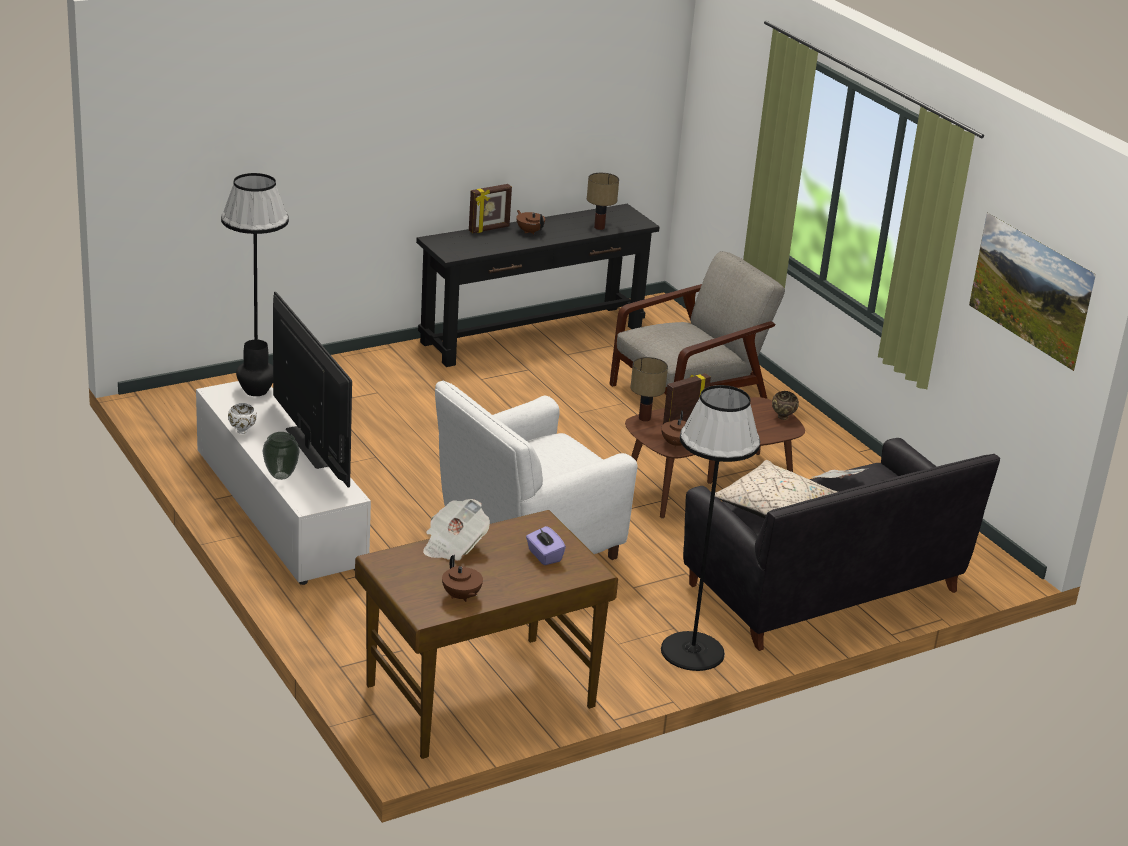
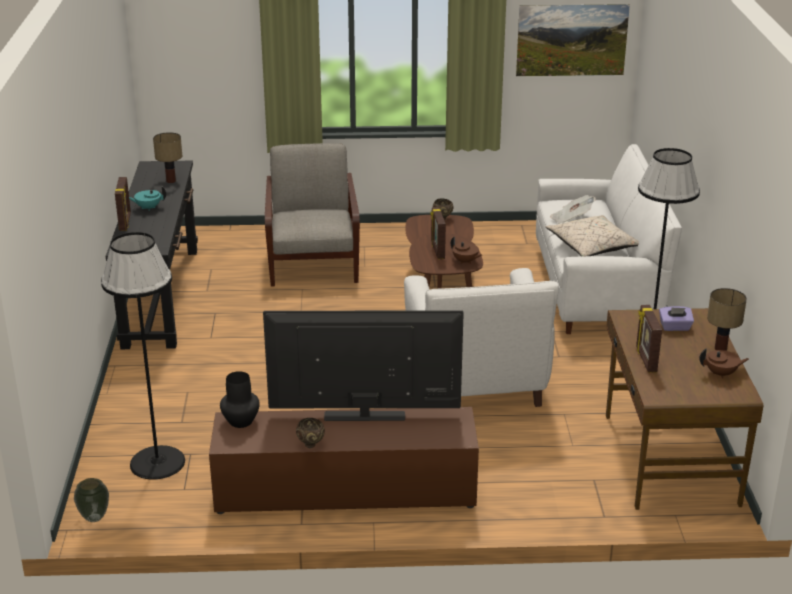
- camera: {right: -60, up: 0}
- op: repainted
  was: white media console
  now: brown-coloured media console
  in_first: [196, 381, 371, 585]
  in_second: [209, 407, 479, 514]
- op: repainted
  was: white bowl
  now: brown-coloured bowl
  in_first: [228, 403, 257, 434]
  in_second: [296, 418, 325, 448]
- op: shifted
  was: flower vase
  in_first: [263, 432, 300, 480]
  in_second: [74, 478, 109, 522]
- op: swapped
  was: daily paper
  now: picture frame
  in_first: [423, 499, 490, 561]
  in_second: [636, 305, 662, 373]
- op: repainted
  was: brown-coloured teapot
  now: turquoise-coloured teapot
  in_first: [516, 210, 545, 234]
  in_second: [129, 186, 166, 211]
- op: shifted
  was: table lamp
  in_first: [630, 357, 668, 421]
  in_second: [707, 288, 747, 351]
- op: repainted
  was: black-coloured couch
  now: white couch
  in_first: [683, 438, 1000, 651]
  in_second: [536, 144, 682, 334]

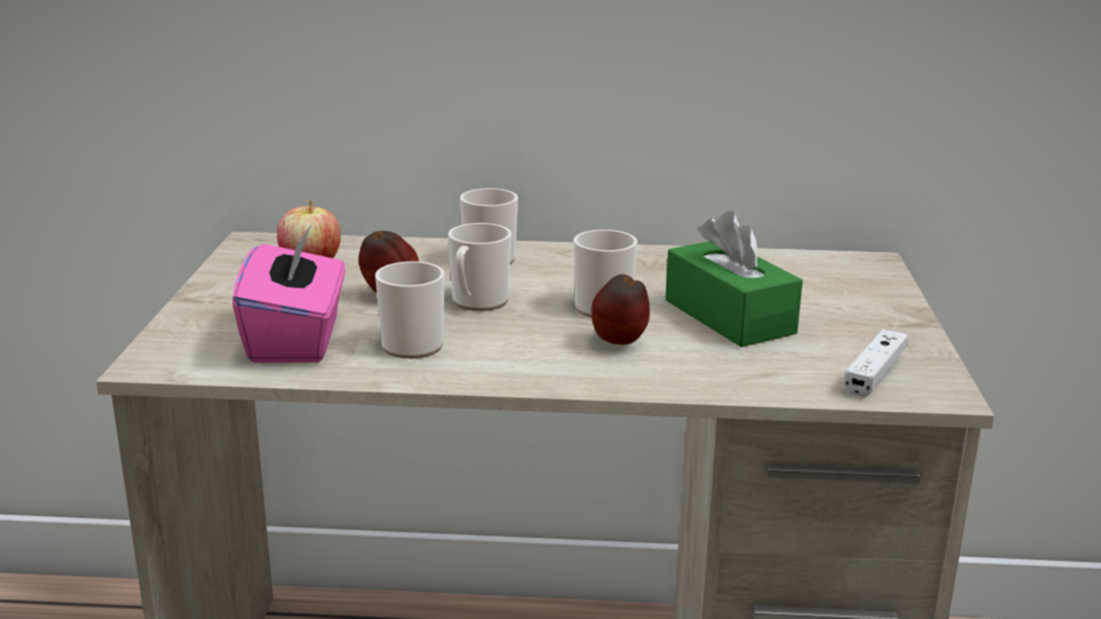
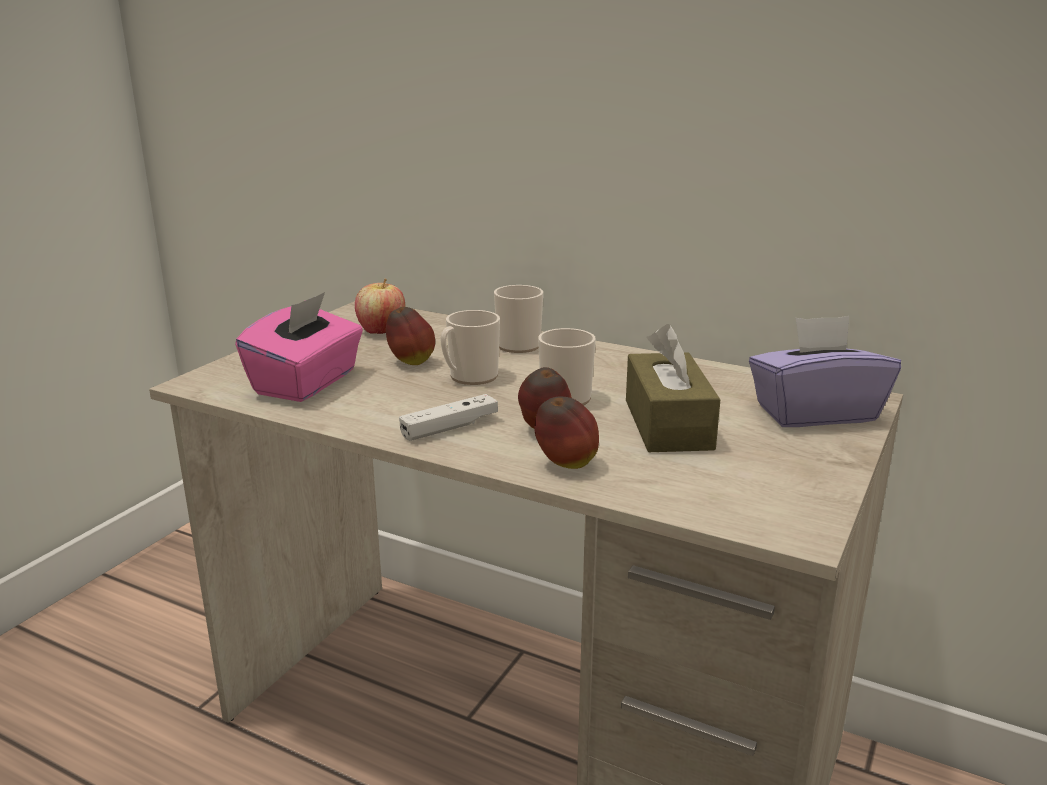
- camera: {right: 25, up: 0}
- op: gone
  was: tea mug
  in_first: [375, 261, 445, 359]
- op: repainted
  was: green tissue holder
  now: brown-coloured tissue holder
  in_first: [665, 211, 803, 347]
  in_second: [626, 324, 721, 452]
- op: shifted
  was: white joypad
  in_first: [844, 329, 908, 397]
  in_second: [399, 394, 498, 441]
- op: new
  now: apple fruit
  in_second: [534, 397, 599, 469]
- op: new
  now: purple tissue holder
  in_second: [749, 316, 901, 427]

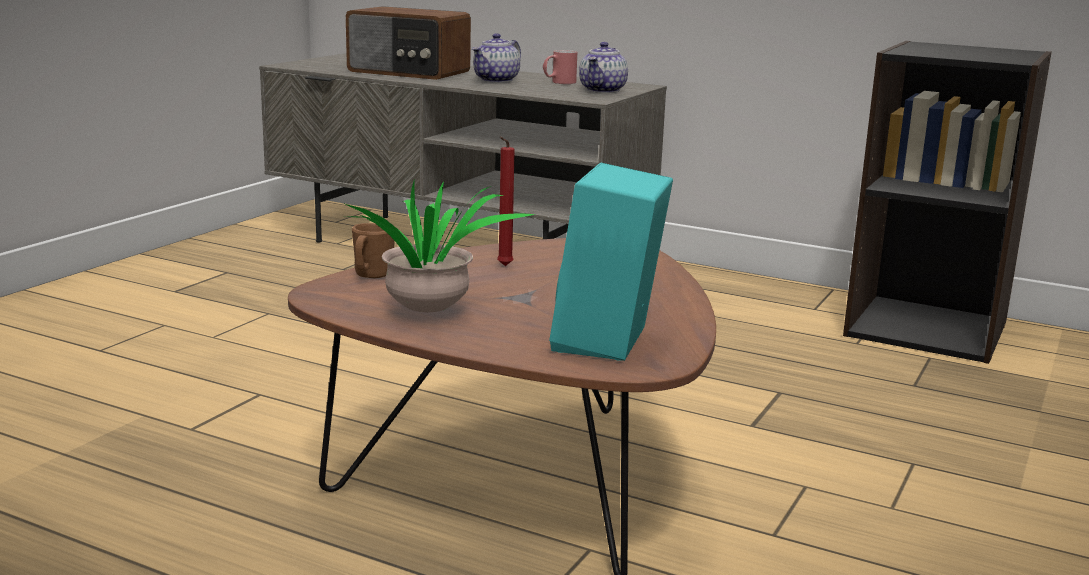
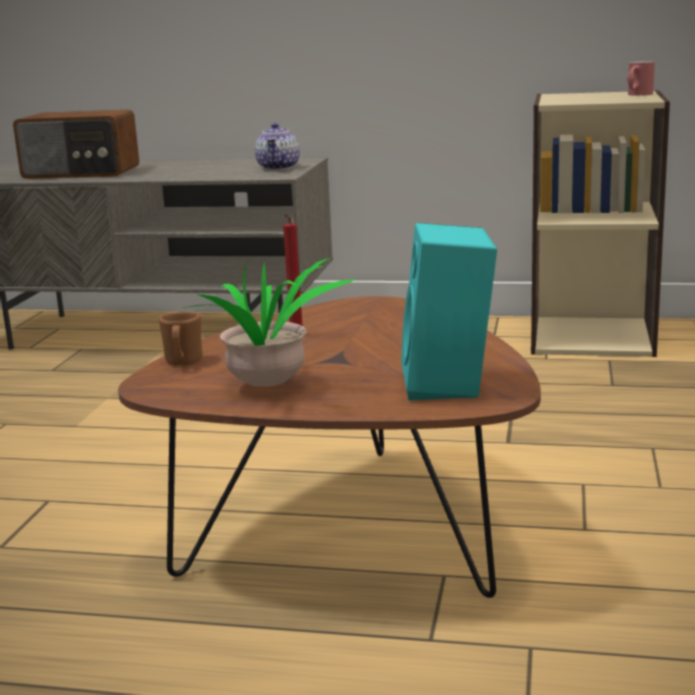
- camera: {right: -15, up: 0}
- op: gone
  was: teapot
  in_first: [472, 33, 521, 83]
- op: shifted
  was: red tea mug
  in_first: [543, 50, 577, 84]
  in_second: [627, 61, 655, 96]
- op: repainted
  was: black-coloured bookshelf
  now: beige-coloured bookshelf
  in_first: [843, 41, 1052, 364]
  in_second: [531, 90, 670, 357]

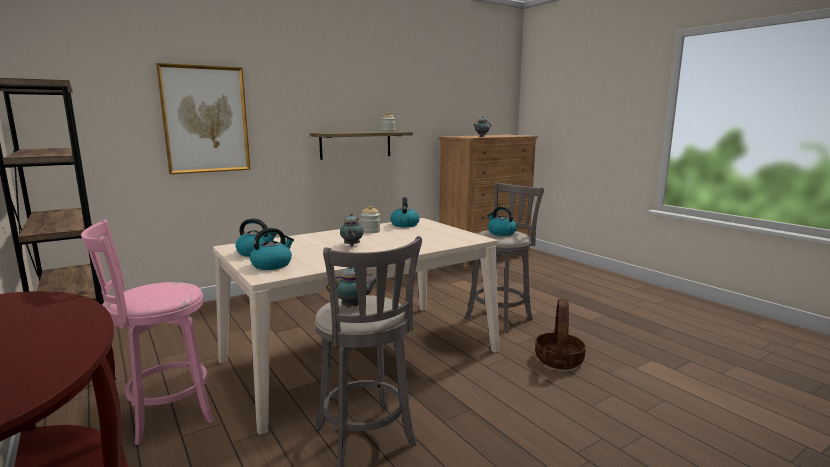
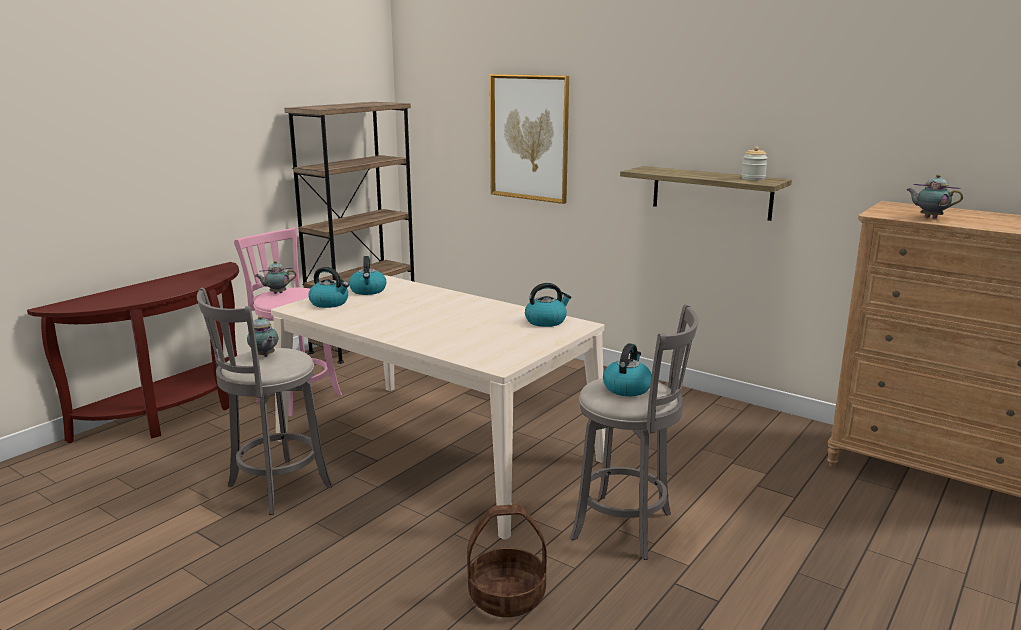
- camera: {right: 70, up: 5}
- op: shifted
  was: teapot
  in_first: [340, 213, 364, 246]
  in_second: [255, 261, 296, 294]
- op: gone
  was: preserve jar
  in_first: [361, 206, 380, 233]

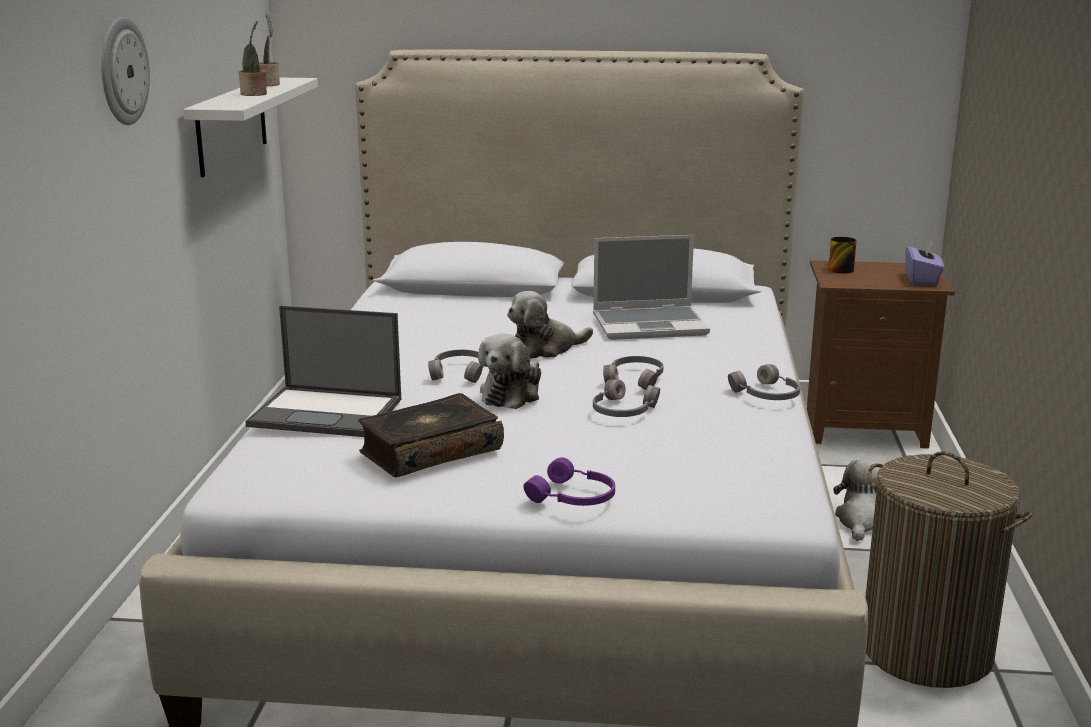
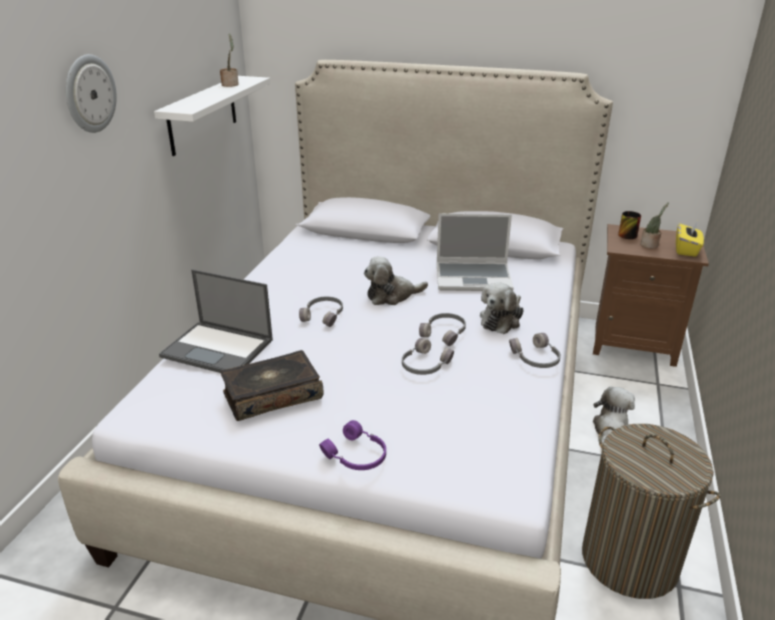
- camera: {right: 10, up: 10}
- op: shifted
  was: potted plant
  in_first: [239, 21, 267, 96]
  in_second: [640, 203, 669, 249]
- op: shifted
  was: soft toy
  in_first: [478, 333, 541, 409]
  in_second: [480, 282, 524, 334]
- op: repainted
  was: purple tissue holder
  now: yellow tissue holder
  in_first: [905, 241, 944, 285]
  in_second: [676, 222, 704, 257]

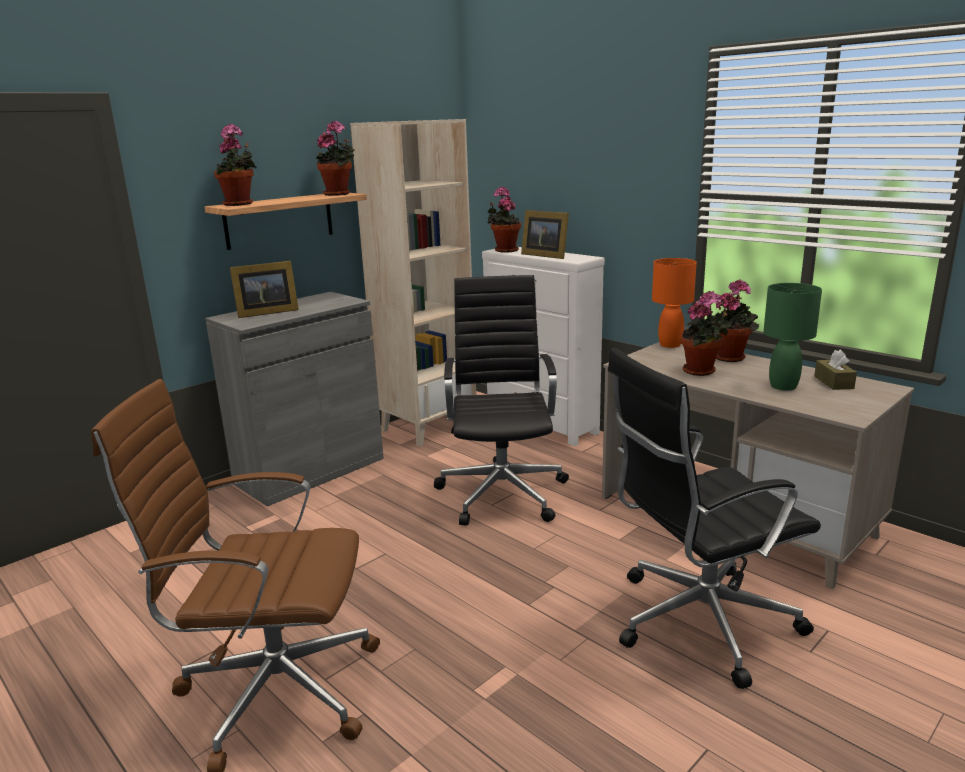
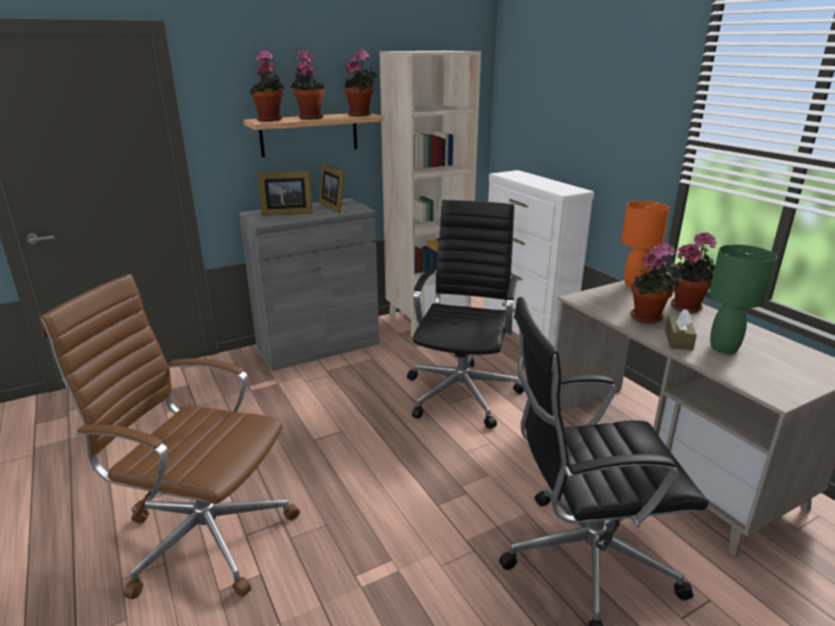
- camera: {right: 15, up: 5}
- op: shifted
  was: potted plant
  in_first: [488, 186, 521, 253]
  in_second: [291, 50, 326, 119]
- op: shifted
  was: picture frame
  in_first: [521, 210, 569, 259]
  in_second: [319, 163, 345, 213]
- op: shifted
  was: brown-coloured tissue holder
  in_first: [815, 350, 857, 390]
  in_second: [665, 309, 697, 351]

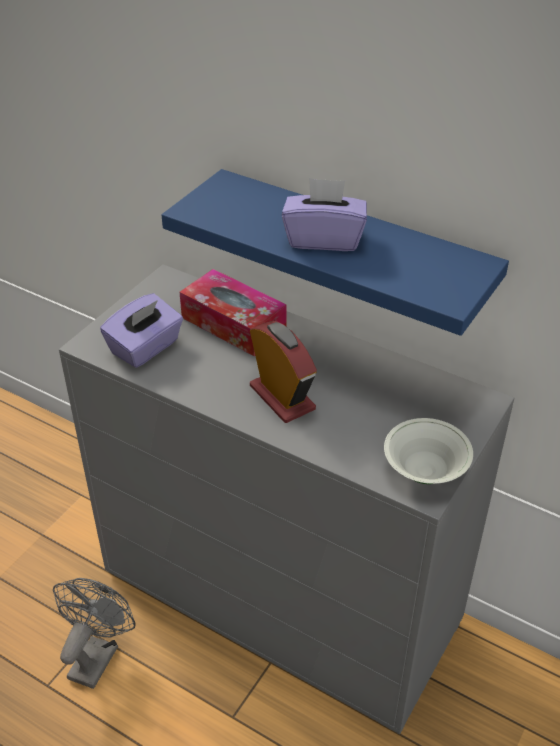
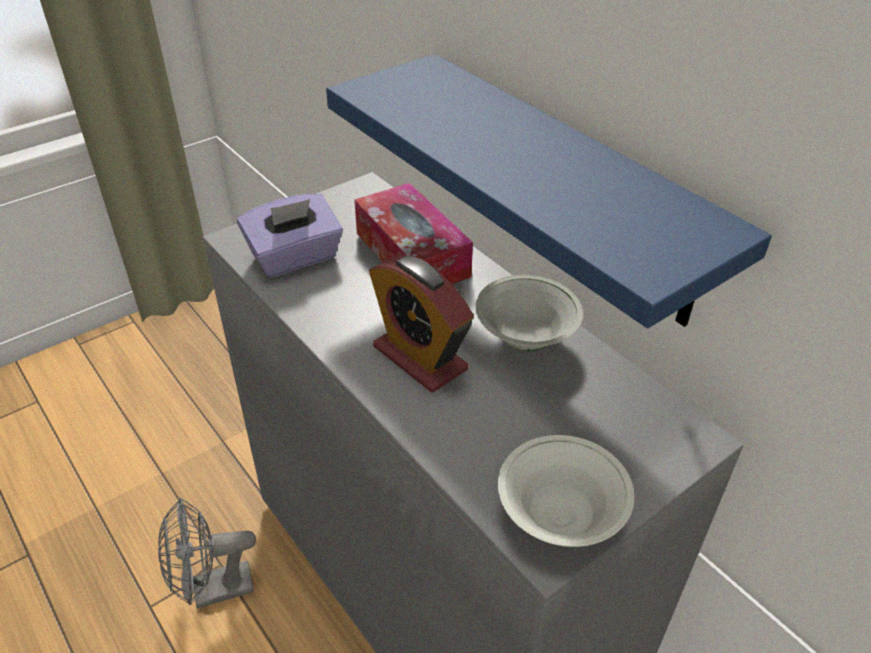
- camera: {right: 20, up: 0}
- op: rotated
  was: grey cooling fan
  in_first: [53, 578, 136, 689]
  in_second: [158, 498, 256, 609]
  clockwise: -150
- op: rotated
  was: table clock
  in_first: [250, 321, 317, 423]
  in_second: [369, 255, 474, 393]
  clockwise: 150
- op: gone
  was: purple tissue holder
  in_first: [282, 178, 367, 251]
- op: new
  now: white bowl
  in_second: [475, 275, 583, 351]

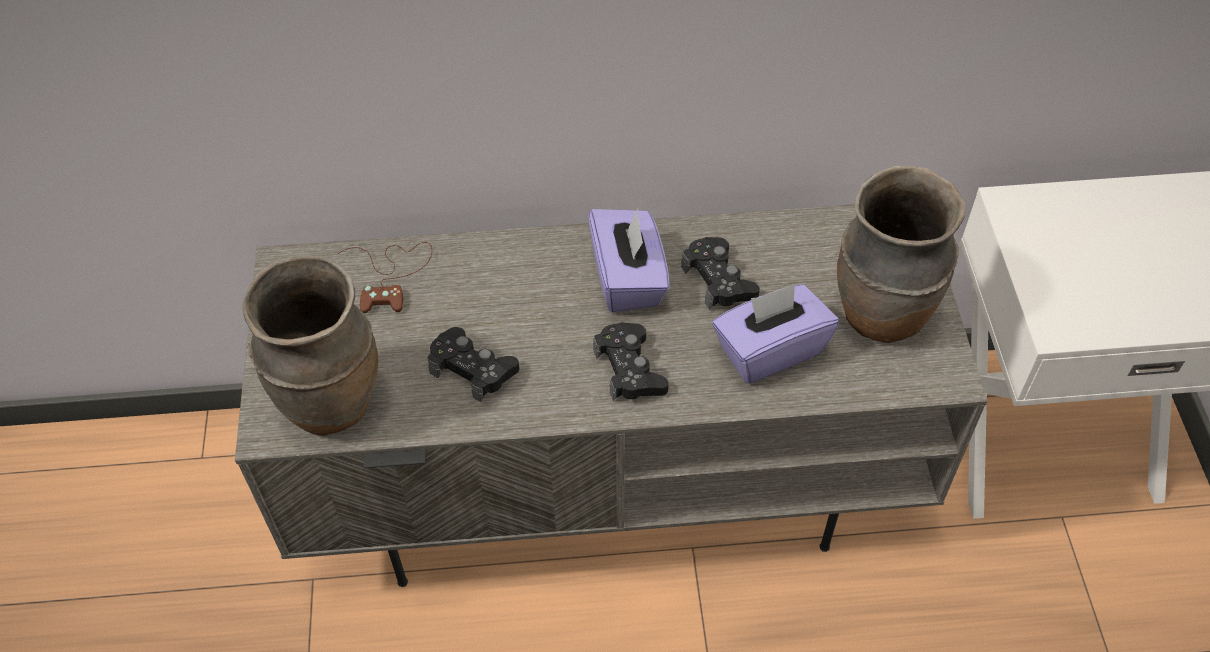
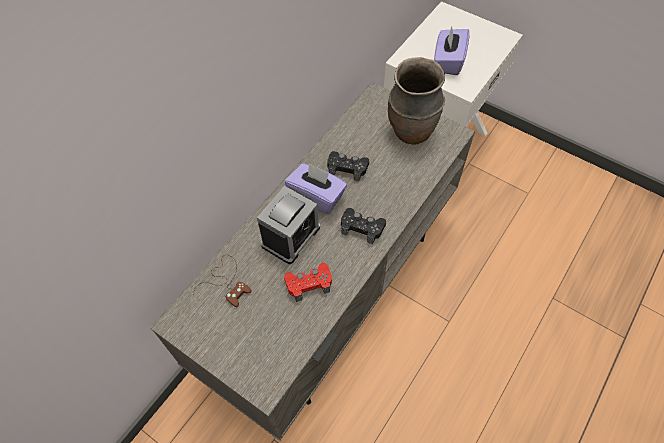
- camera: {right: -50, up: 5}
- op: gone
  was: brown-coloured flower vase
  in_first: [243, 256, 378, 436]
- op: repainted
  was: black-coloured joypad
  now: red joypad
  in_first: [427, 327, 519, 402]
  in_second: [284, 263, 332, 302]
- op: shifted
  was: purple tissue holder
  in_first: [712, 284, 839, 384]
  in_second: [434, 26, 470, 75]
- op: new
  now: table clock
  in_second: [257, 186, 320, 264]

